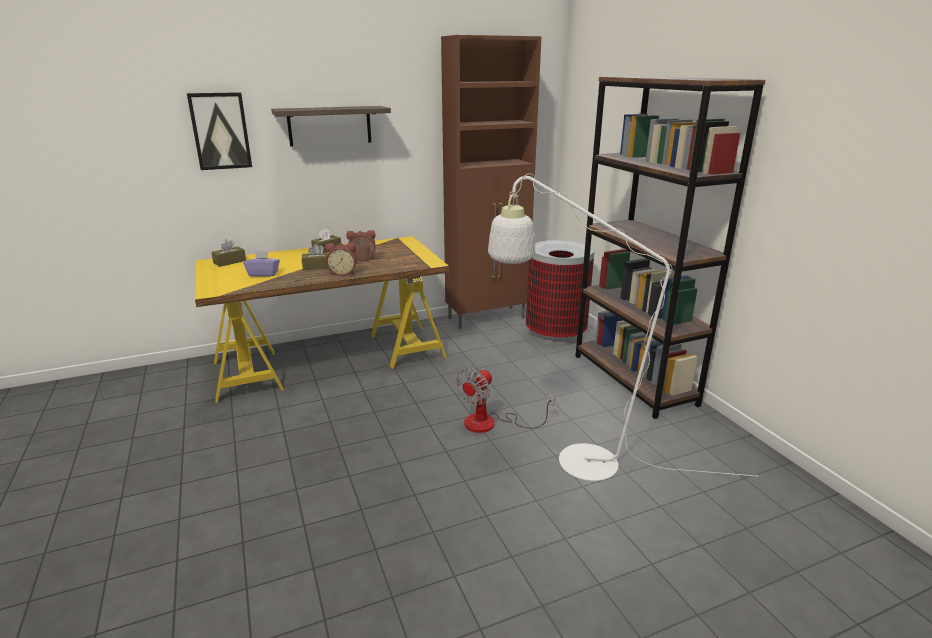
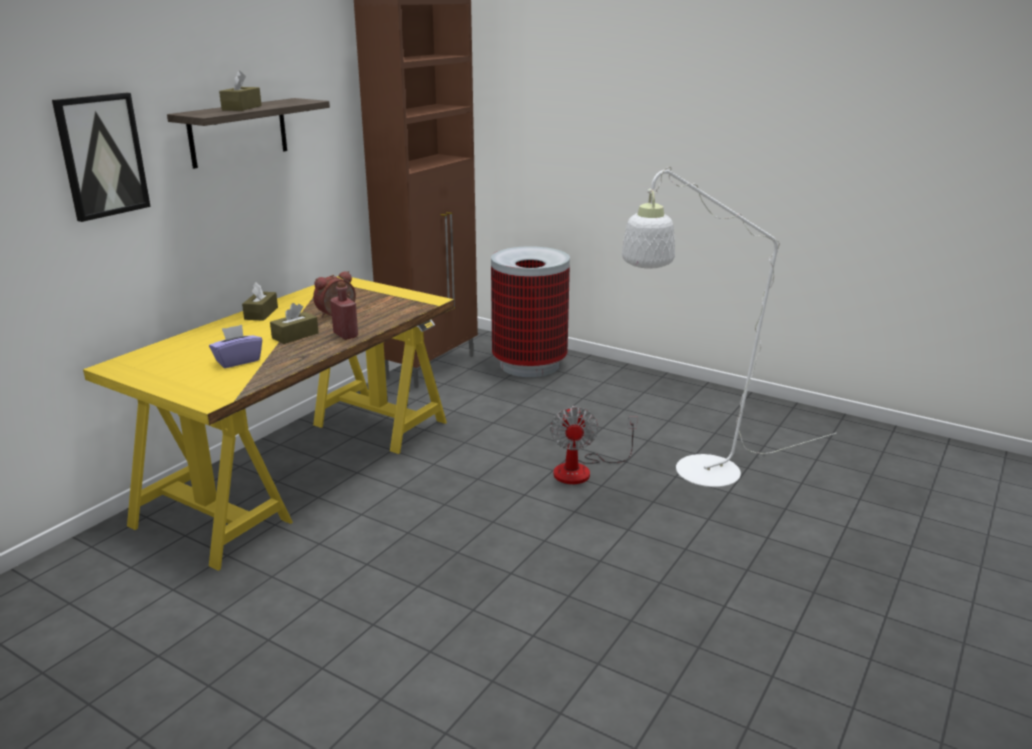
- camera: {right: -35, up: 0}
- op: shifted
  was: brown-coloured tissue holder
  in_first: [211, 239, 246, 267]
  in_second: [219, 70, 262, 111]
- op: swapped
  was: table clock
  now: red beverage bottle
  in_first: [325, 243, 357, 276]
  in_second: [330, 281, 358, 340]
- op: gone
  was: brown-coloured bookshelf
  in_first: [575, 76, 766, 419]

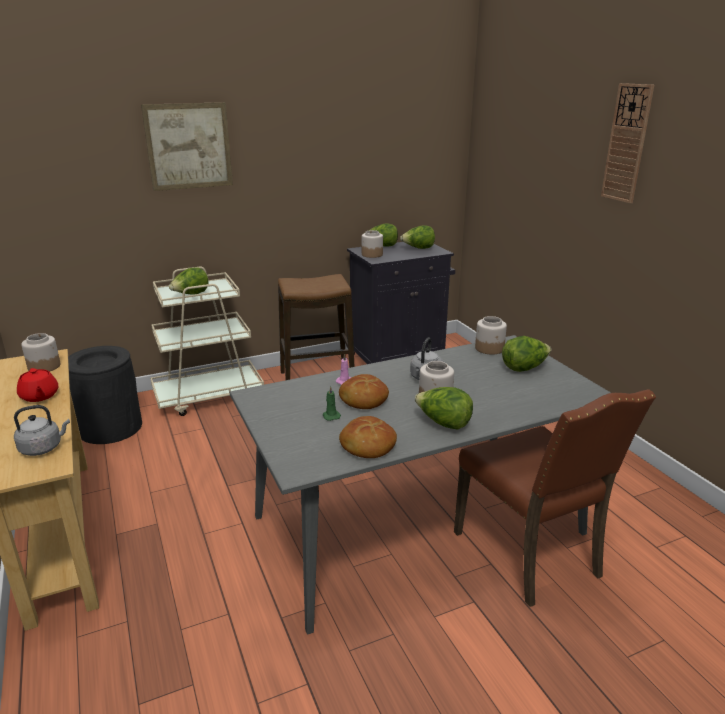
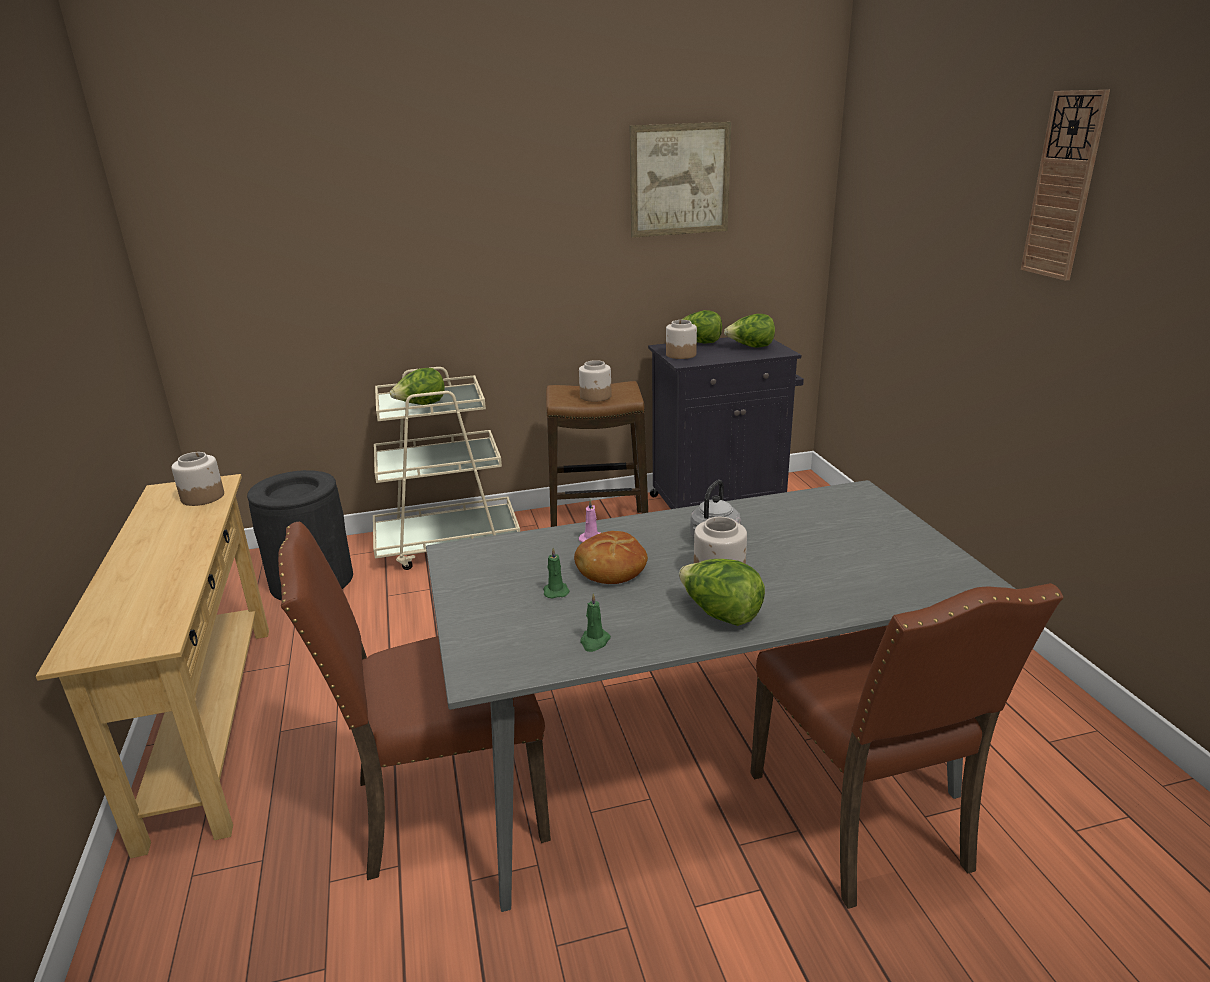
- camera: {right: 10, up: 0}
- op: gone
  was: grey kettle
  in_first: [14, 405, 70, 456]
- op: gone
  was: red teapot
  in_first: [17, 368, 58, 402]
- op: shifted
  was: wall art
  in_first: [141, 102, 233, 191]
  in_second: [630, 122, 731, 238]
- op: swapped
  was: bakery bread
  now: green wax candle
  in_first: [339, 416, 397, 458]
  in_second: [580, 593, 611, 652]
- op: shifted
  was: preserve jar
  in_first: [475, 316, 507, 355]
  in_second: [579, 360, 612, 402]
- op: gone
  was: lettuce head
  in_first: [502, 336, 551, 372]
- op: new
  now: brown-coloured plain chair
  in_second: [278, 522, 551, 880]

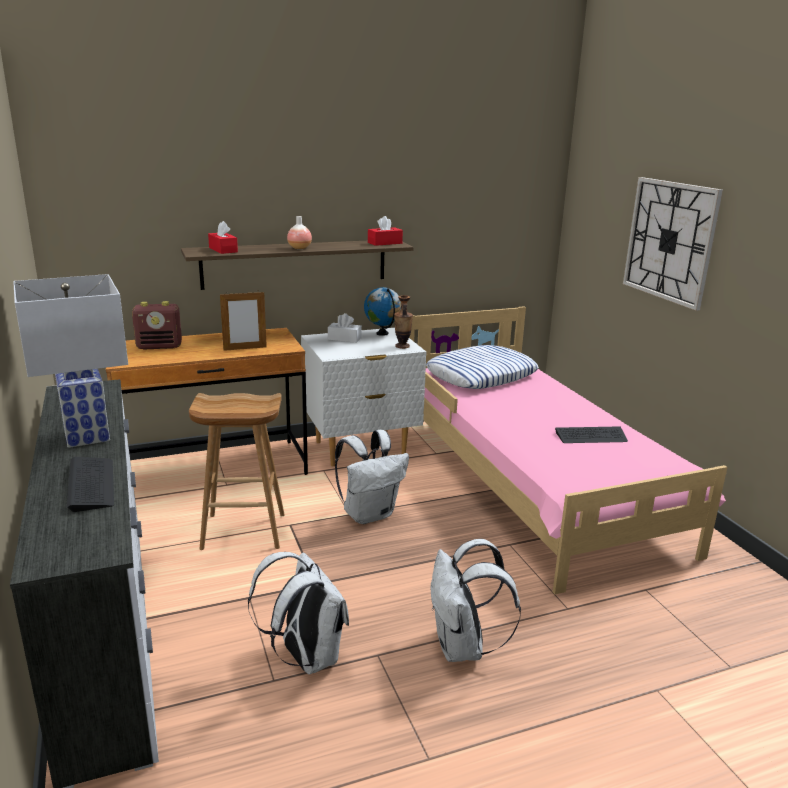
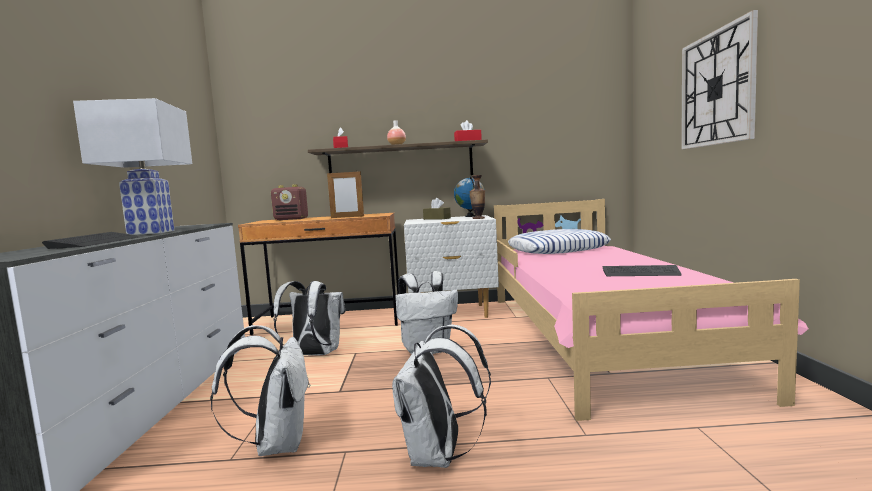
- camera: {right: 20, up: -15}
- op: swapped
  was: brown-coloured sitting stool
  now: white rucksack
  in_first: [189, 393, 285, 550]
  in_second: [274, 281, 345, 355]
- op: repainted
  was: white tissue holder
  now: brown-coloured tissue holder
  in_first: [328, 313, 362, 343]
  in_second: [423, 198, 451, 220]

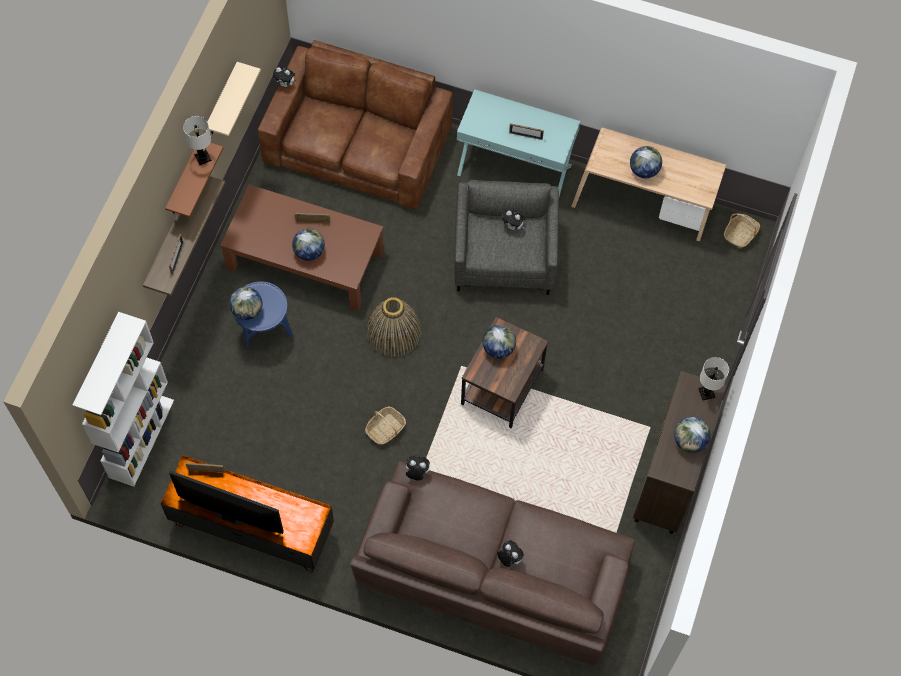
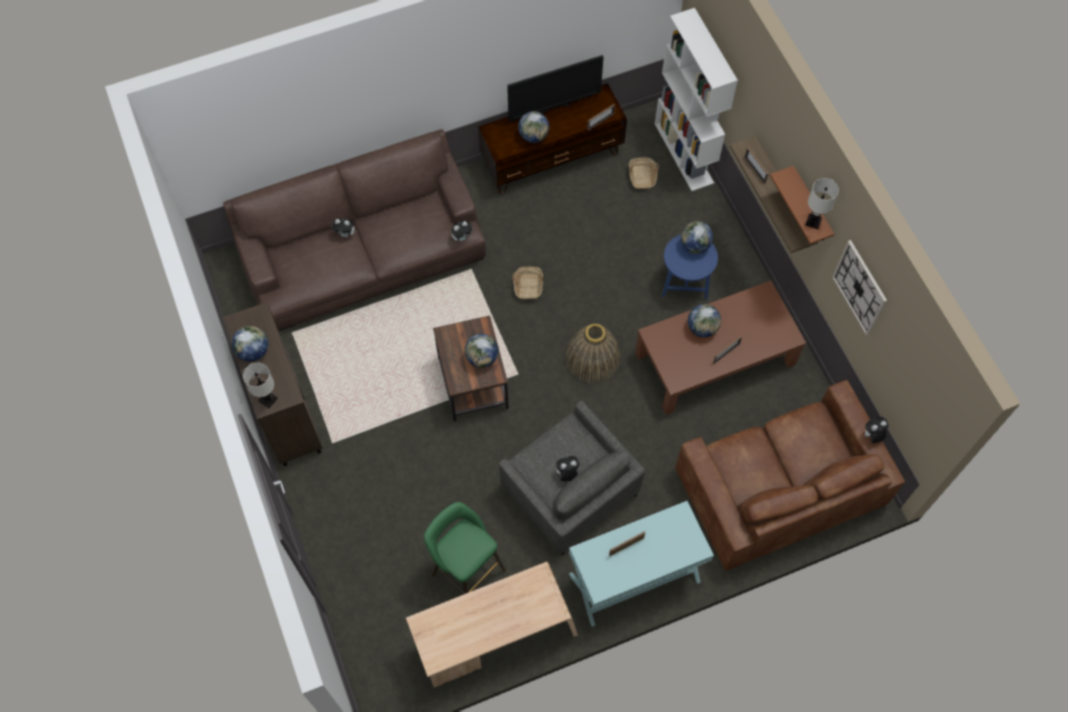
- camera: {right: 140, up: 0}
- op: swapped
  was: beige-coloured shelf
  now: clock on the wall
  in_first: [207, 62, 261, 136]
  in_second: [832, 240, 887, 336]
- op: shifted
  was: world globe
  in_first: [630, 146, 662, 178]
  in_second: [518, 111, 549, 143]
- op: shifted
  was: storage basket
  in_first: [724, 213, 760, 249]
  in_second: [629, 158, 659, 189]
- op: new
  now: green sitting stool
  in_second: [424, 502, 506, 595]

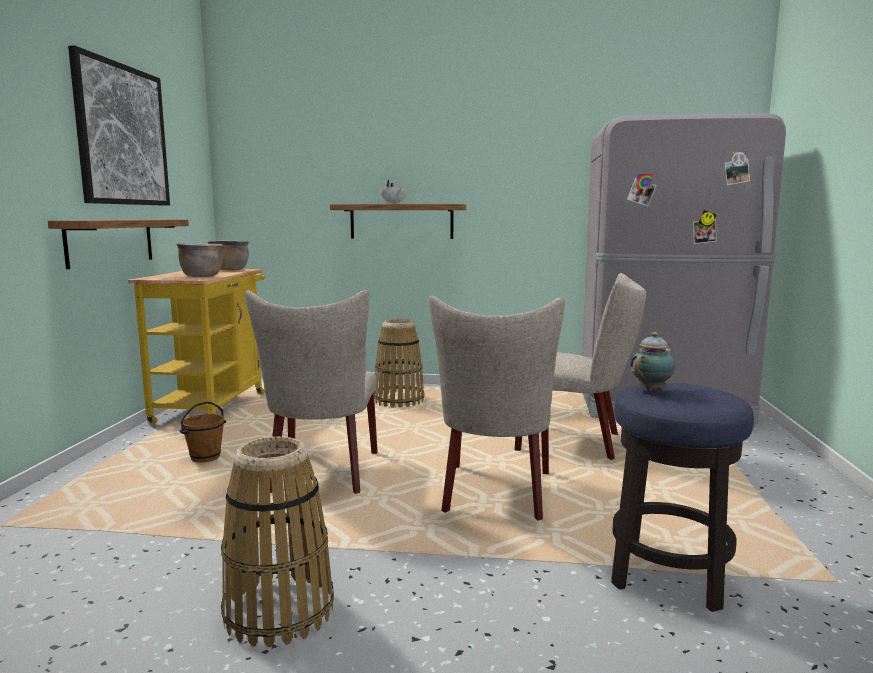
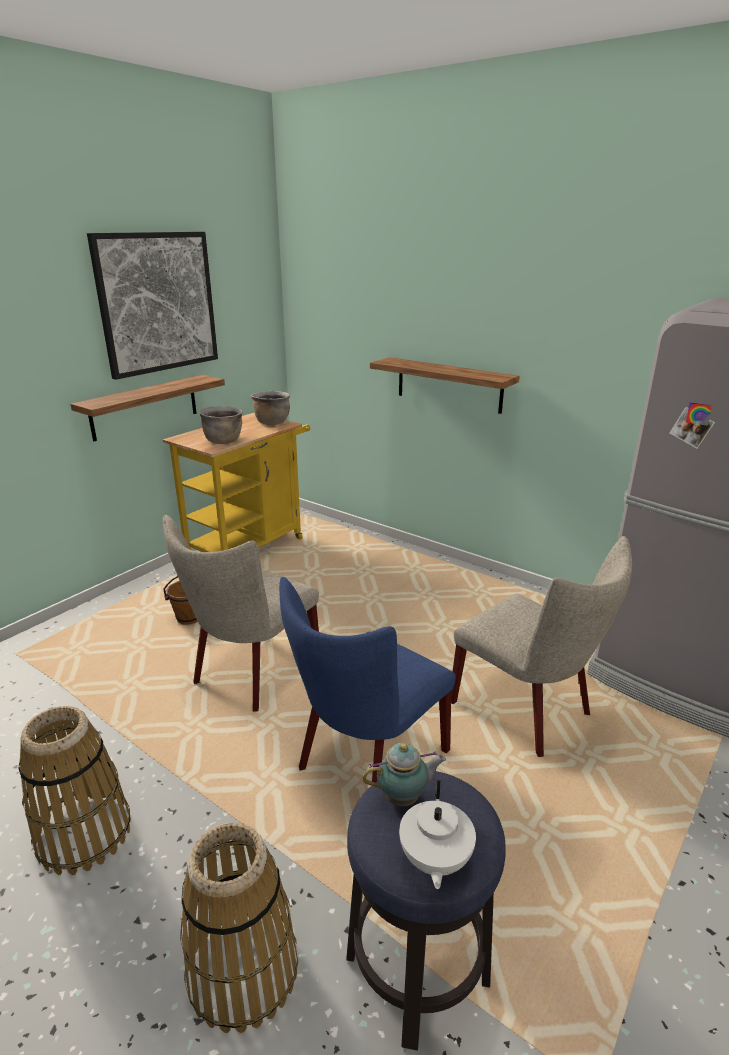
- camera: {right: 30, up: 15}
- op: shifted
  was: storage basket
  in_first: [374, 319, 425, 408]
  in_second: [180, 822, 298, 1033]
- op: shifted
  was: white teapot
  in_first: [380, 180, 407, 204]
  in_second: [399, 779, 476, 889]
- op: repainted
  was: beige-coloured plain chair
  now: bluish plain chair
  in_first: [429, 296, 565, 520]
  in_second: [279, 577, 456, 783]

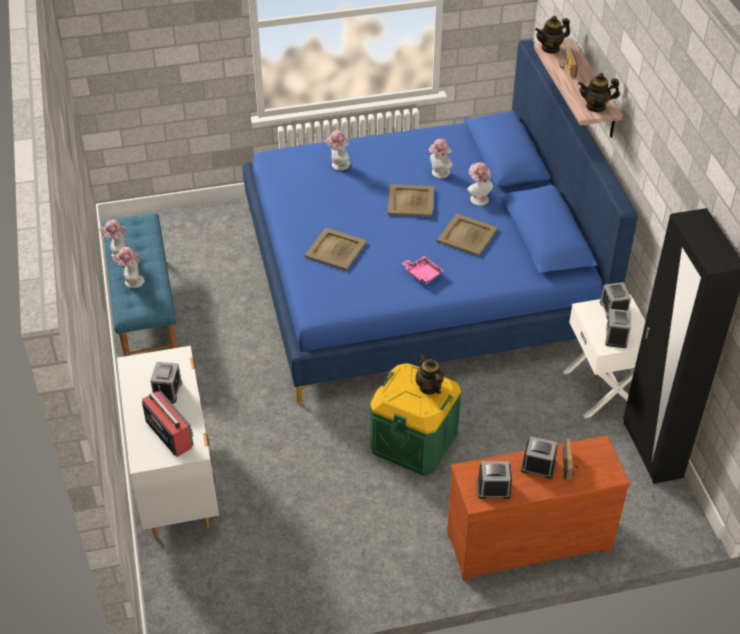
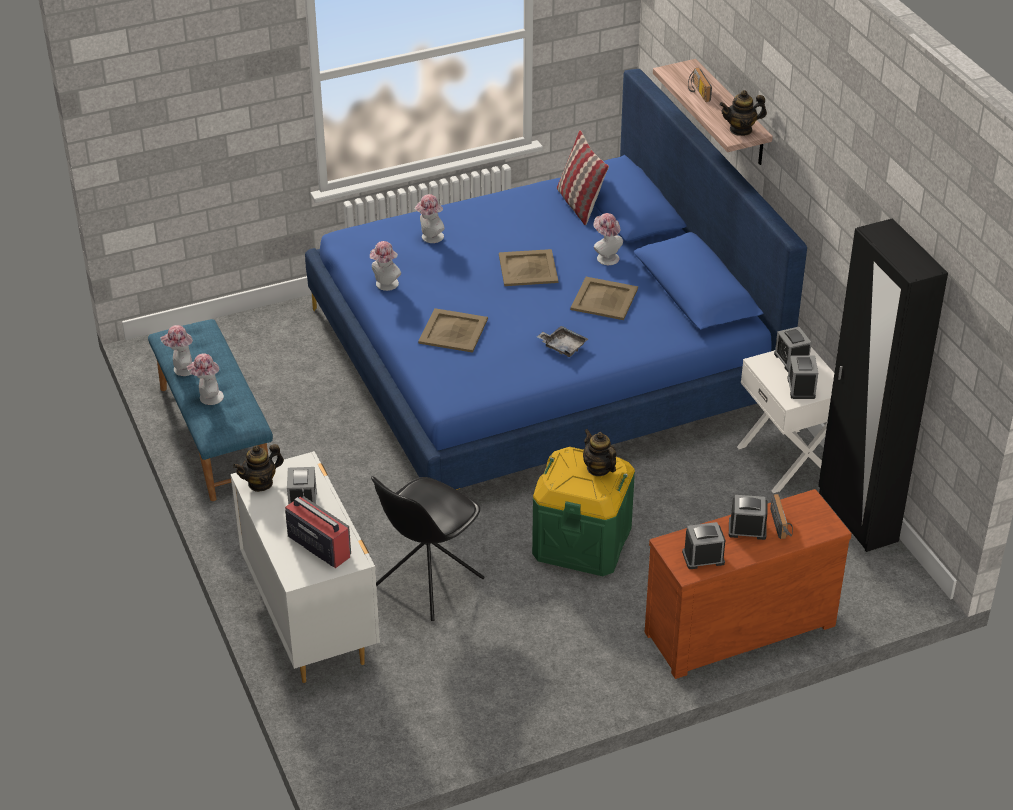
- camera: {right: -10, up: -5}
- op: repainted
  was: pink serving tray
  now: grey serving tray
  in_first: [401, 256, 444, 284]
  in_second: [537, 326, 588, 357]
- op: shifted
  was: hat
  in_first: [429, 139, 453, 178]
  in_second: [370, 241, 401, 291]
- op: shifted
  was: teapot
  in_first: [535, 16, 570, 53]
  in_second: [233, 444, 284, 492]
- op: new
  now: black-coloured plain chair
  in_second: [371, 476, 485, 621]
- op: new
  now: pillow
  in_second: [557, 130, 609, 225]

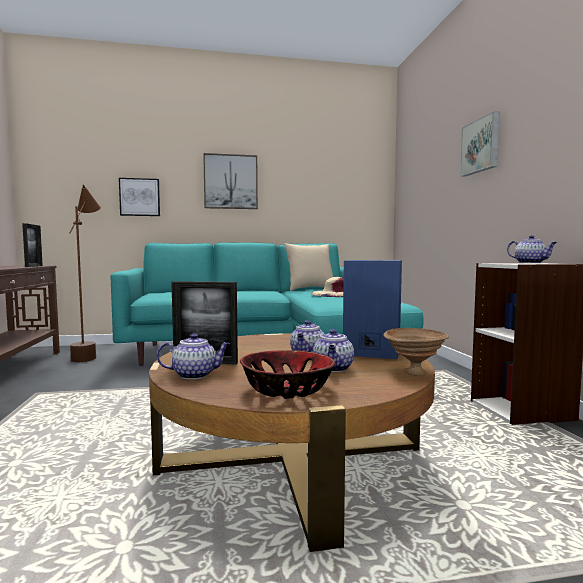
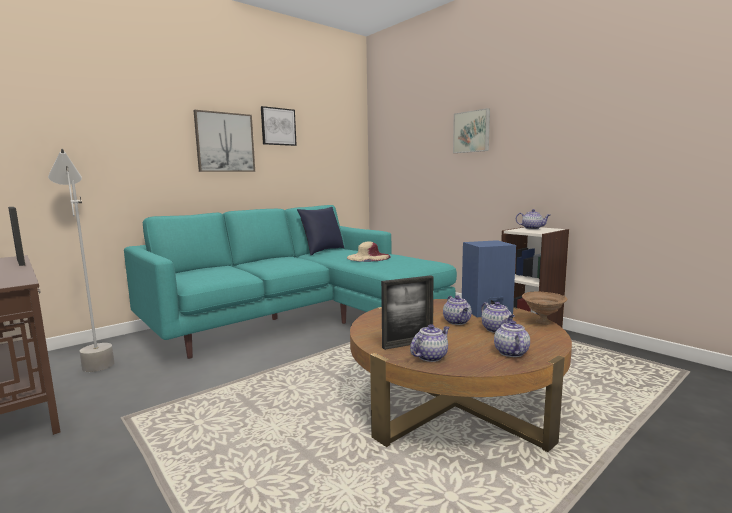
- camera: {right: -30, up: 5}
- op: repainted
  was: brown-coloured standard lamp
  now: grey standard lamp
  in_first: [70, 184, 101, 362]
  in_second: [48, 149, 114, 372]
- op: shifted
  was: wall art
  in_first: [119, 178, 160, 216]
  in_second: [261, 106, 297, 146]
- op: swapped
  was: bowl
  now: teapot
  in_first: [240, 350, 335, 399]
  in_second: [494, 320, 530, 357]
- op: repainted
  was: beige-coloured pillow
  now: bluish pillow
  in_first: [284, 243, 333, 291]
  in_second: [297, 207, 344, 255]

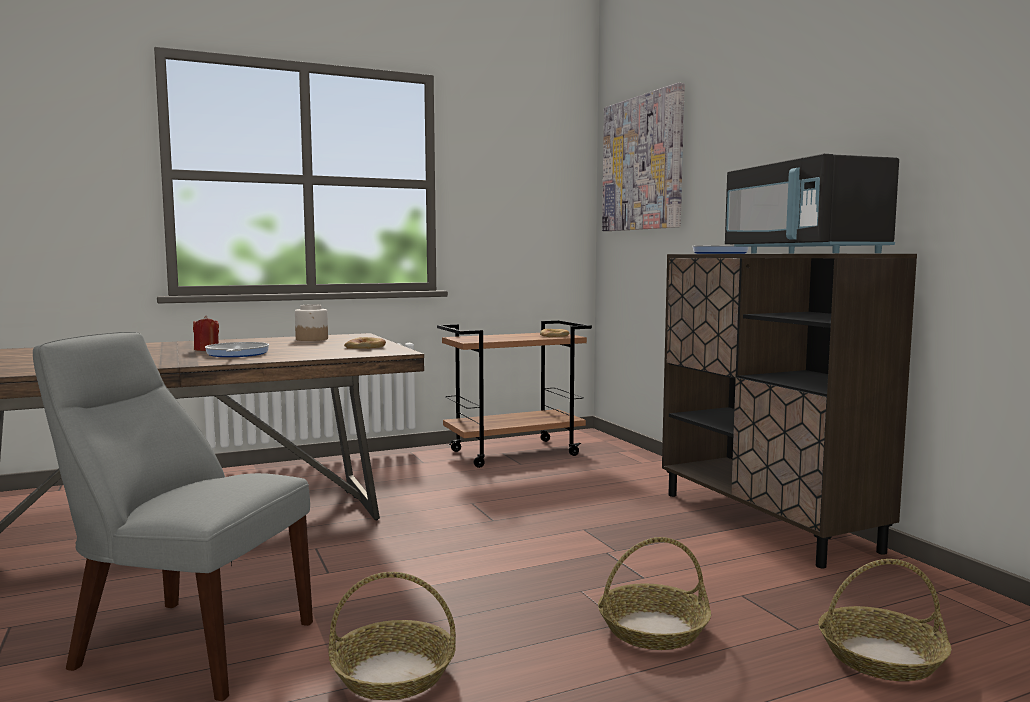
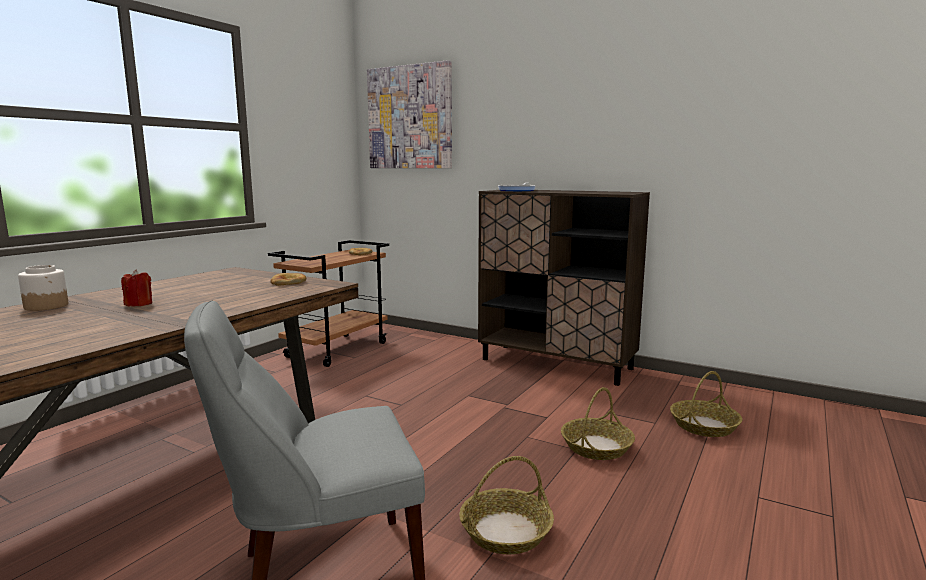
- camera: {right: -35, up: 5}
- op: gone
  was: pan
  in_first: [205, 342, 269, 357]
- op: shifted
  was: preserve jar
  in_first: [295, 304, 328, 341]
  in_second: [18, 265, 69, 311]
- op: gone
  was: black-coloured microwave
  in_first: [725, 154, 899, 254]

